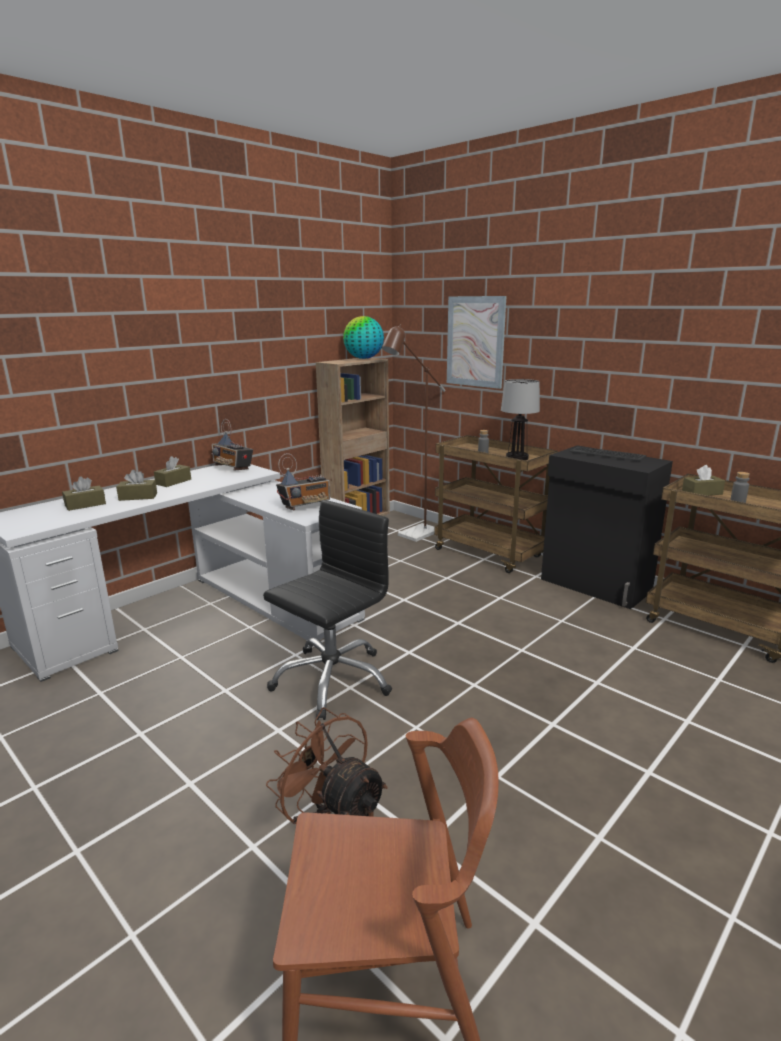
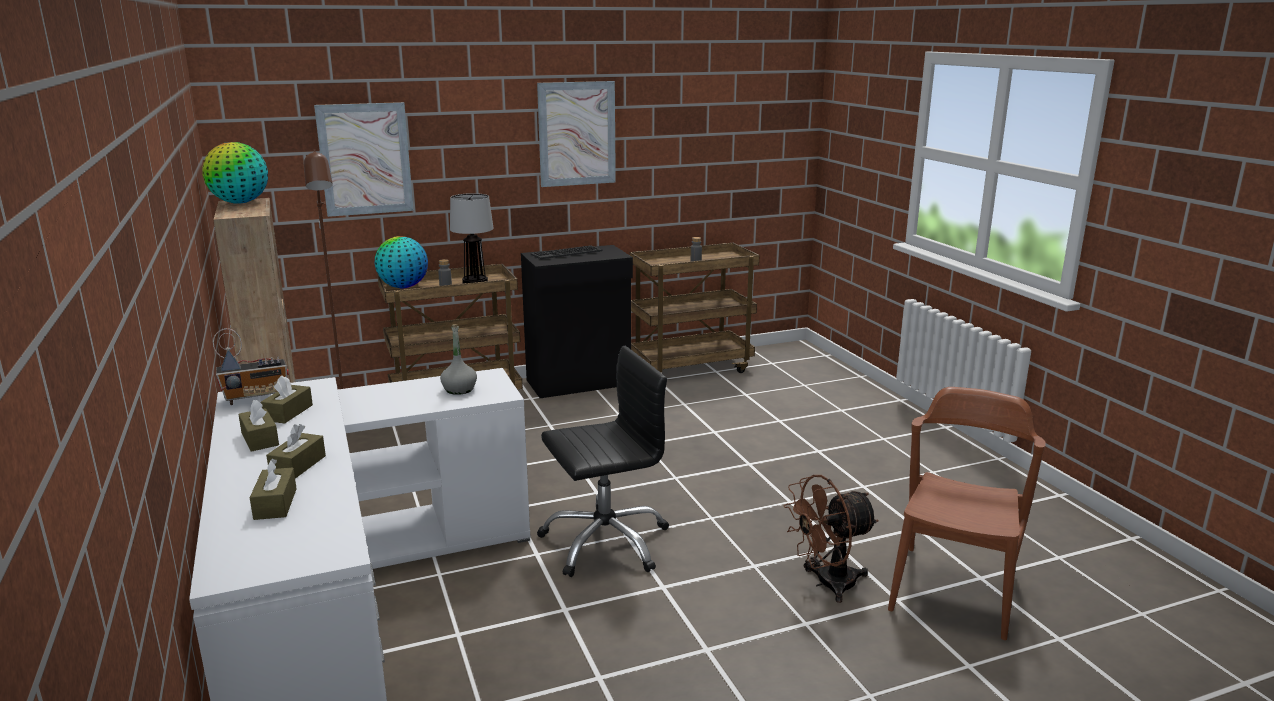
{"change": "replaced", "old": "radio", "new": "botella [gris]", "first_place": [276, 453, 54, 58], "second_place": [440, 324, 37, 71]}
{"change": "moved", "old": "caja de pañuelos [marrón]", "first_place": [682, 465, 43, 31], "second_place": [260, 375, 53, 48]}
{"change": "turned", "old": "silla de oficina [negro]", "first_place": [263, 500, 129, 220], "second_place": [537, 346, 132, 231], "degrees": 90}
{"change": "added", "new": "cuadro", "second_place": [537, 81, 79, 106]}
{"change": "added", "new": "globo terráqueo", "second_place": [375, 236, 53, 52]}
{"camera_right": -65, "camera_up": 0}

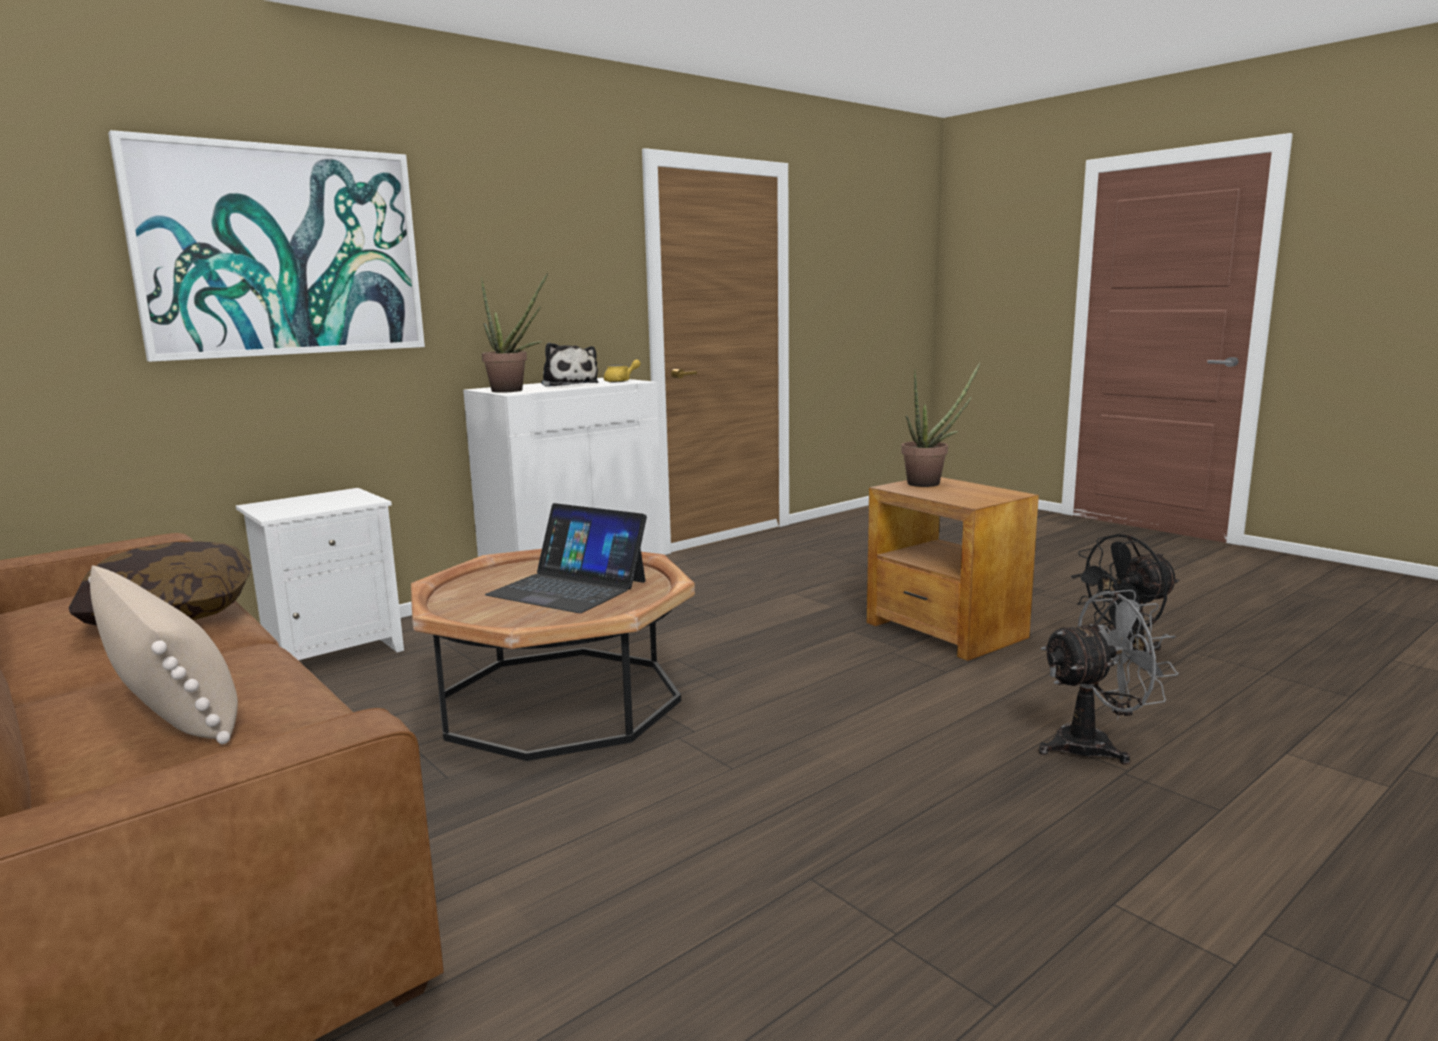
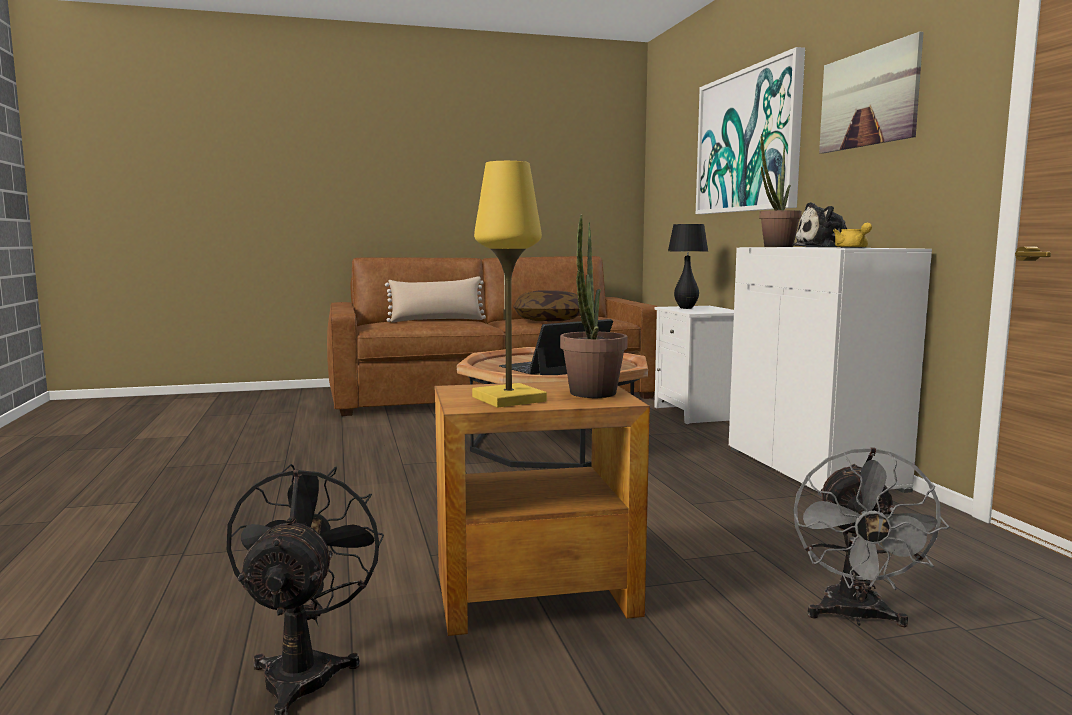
{"change": "moved", "old": "ventilador [gris]", "first_place": [1039, 590, 140, 174], "second_place": [794, 447, 156, 180]}
{"change": "added", "new": "cuadro", "second_place": [819, 32, 105, 122]}
{"change": "added", "new": "lámpara de mesa [amarillo]", "second_place": [472, 161, 75, 247]}
{"change": "added", "new": "lámpara de mesa [negro]", "second_place": [668, 224, 40, 85]}
{"camera_right": 115, "camera_up": -5}

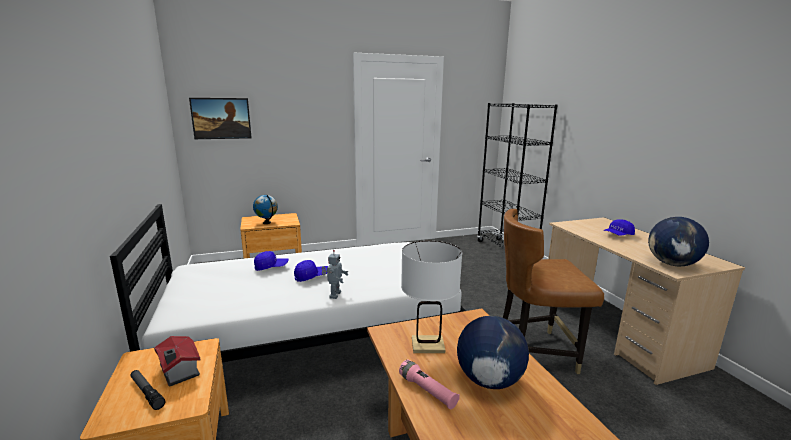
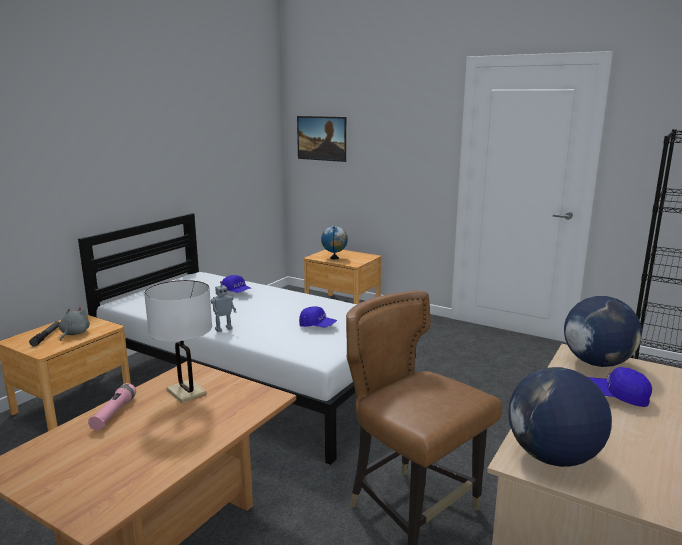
{"change": "moved", "old": "gorra [azul]", "first_place": [294, 260, 34, 22], "second_place": [299, 306, 38, 21]}
{"change": "moved", "old": "globo terráqueo", "first_place": [457, 316, 72, 73], "second_place": [564, 296, 78, 71]}
{"change": "replaced", "old": "casita", "new": "peluche [gris]", "first_place": [154, 336, 47, 51], "second_place": [59, 307, 31, 34]}
{"camera_right": 50, "camera_up": 0}

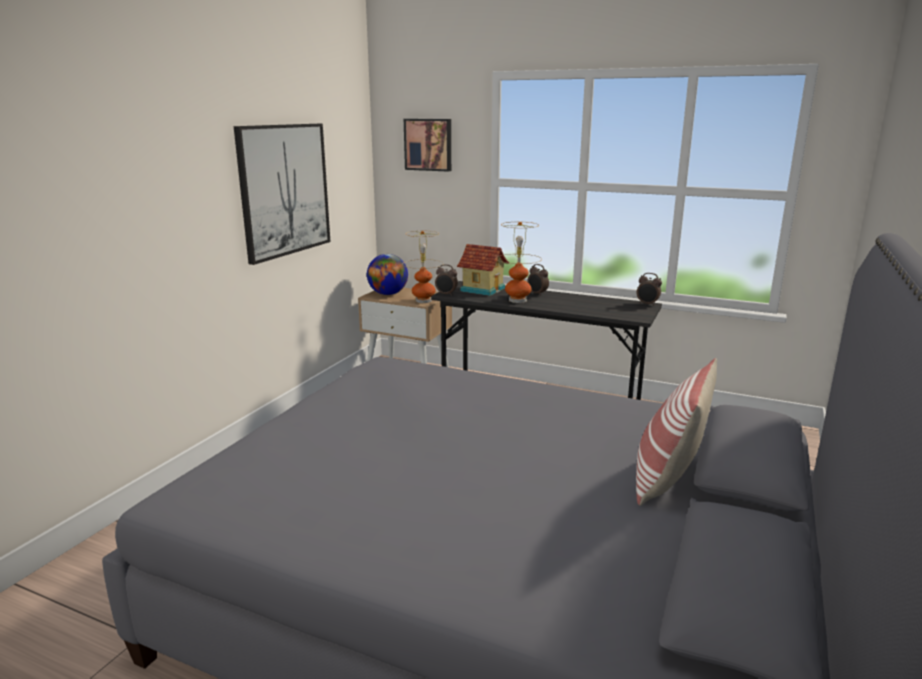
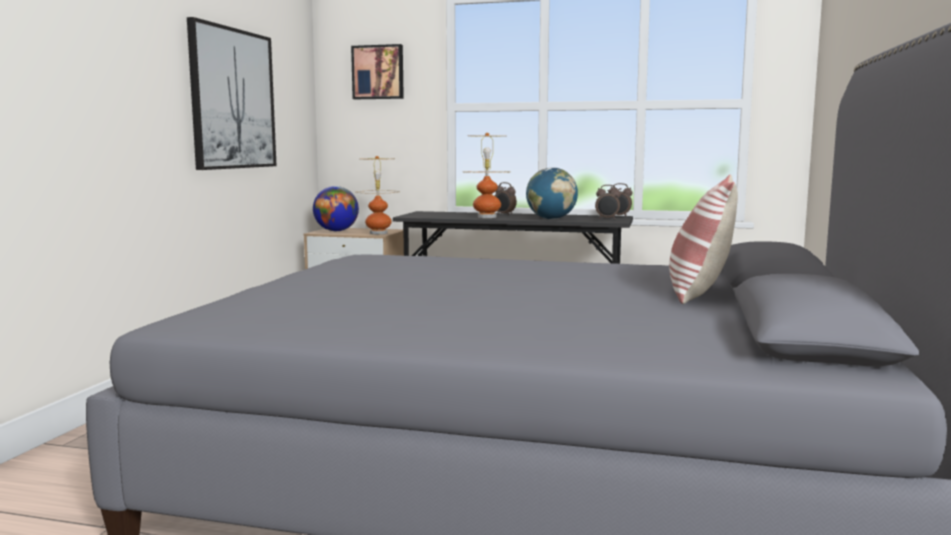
{"change": "removed", "old": "casita", "first_place": [457, 244, 52, 52]}
{"change": "moved", "old": "despertador", "first_place": [435, 264, 23, 32], "second_place": [595, 185, 26, 34]}
{"change": "added", "new": "globo terráqueo", "second_place": [526, 167, 52, 52]}
{"camera_right": -10, "camera_up": -10}

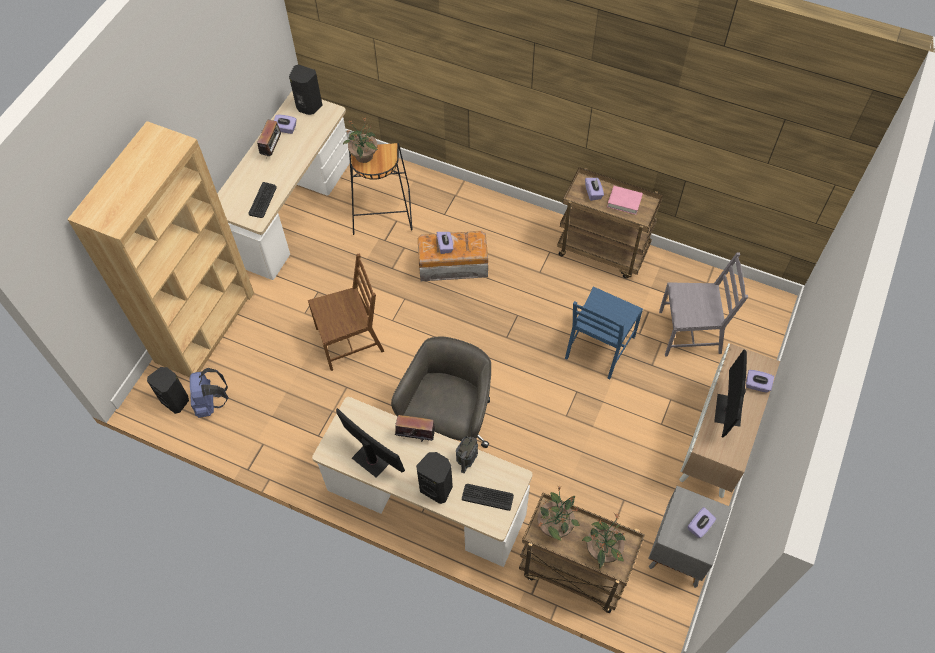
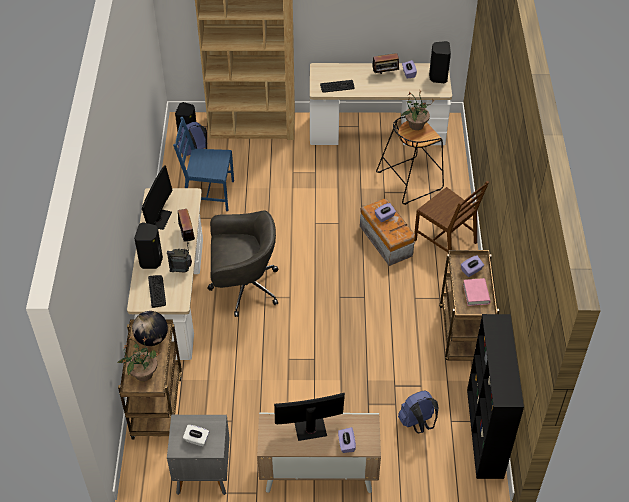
{"change": "replaced", "old": "silla [gris]", "new": "mochila [azul]", "first_place": [659, 252, 89, 104], "second_place": [398, 390, 40, 43]}
{"change": "moved", "old": "silla [marrón]", "first_place": [308, 253, 76, 118], "second_place": [414, 181, 75, 72]}
{"change": "moved", "old": "silla [azul]", "first_place": [565, 287, 78, 93], "second_place": [173, 117, 61, 94]}
{"change": "replaced", "old": "planta en maceta", "new": "globo terráqueo", "first_place": [537, 485, 43, 55], "second_place": [132, 311, 36, 35]}
{"change": "recoloured", "old": "caja de pañuelos [morado]", "new": "caja de pañuelos [blanco]", "first_place": [688, 507, 28, 31], "second_place": [183, 425, 26, 21]}
{"change": "added", "new": "estantería [negro]", "second_place": [467, 314, 57, 165]}
{"camera_right": 65, "camera_up": -10}

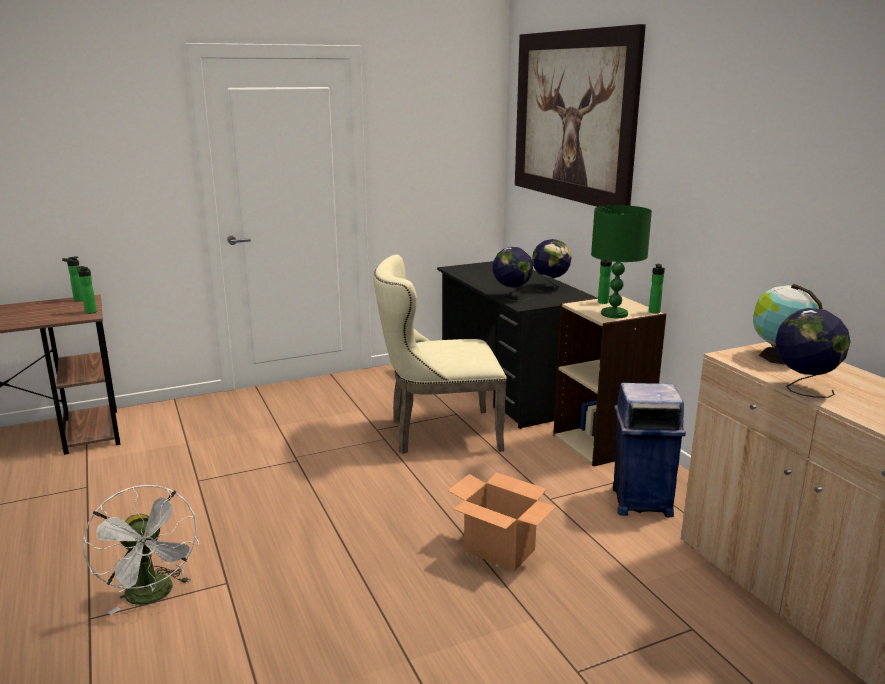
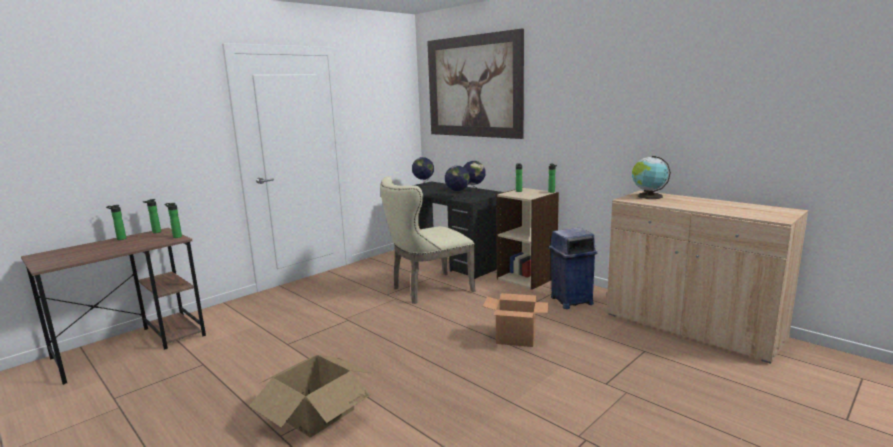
{"change": "removed", "old": "lámpara de mesa [verde]", "first_place": [591, 205, 61, 113]}
{"change": "moved", "old": "globo terráqueo", "first_place": [775, 308, 75, 90], "second_place": [412, 157, 22, 30]}
{"change": "replaced", "old": "ventilador [blanco]", "new": "caja de cartón", "first_place": [83, 485, 116, 130], "second_place": [249, 355, 122, 82]}
{"change": "added", "new": "botella", "second_place": [106, 205, 20, 35]}
{"camera_right": -20, "camera_up": -5}

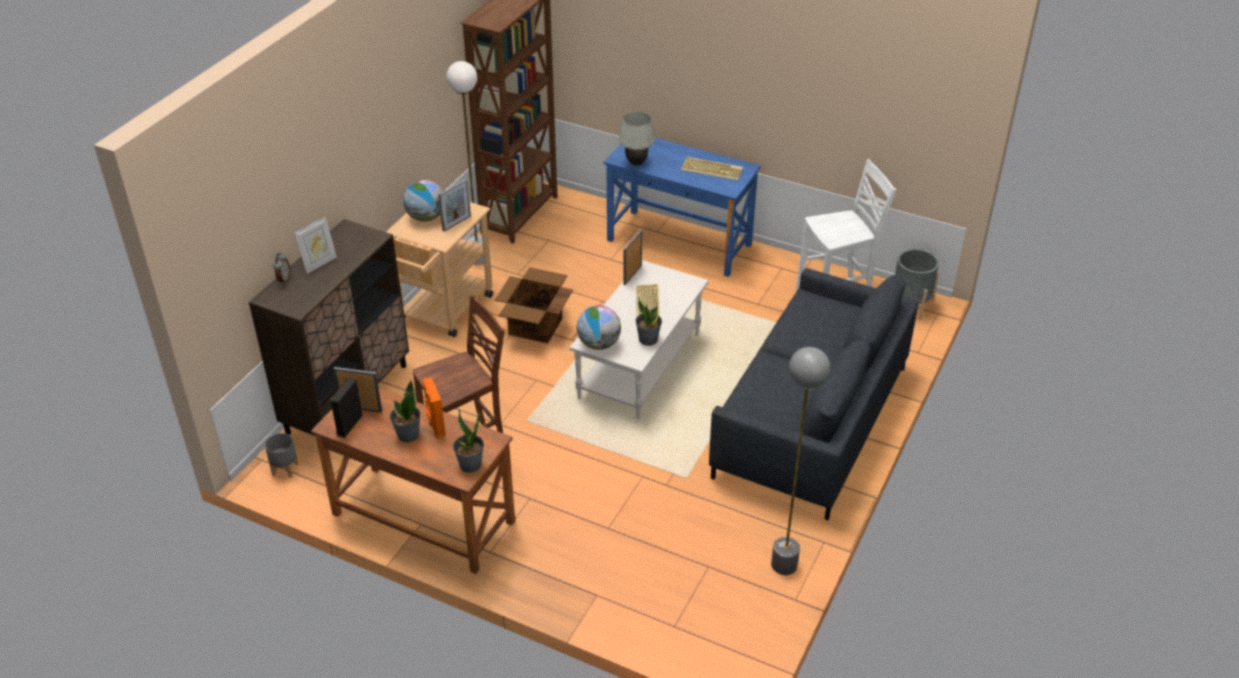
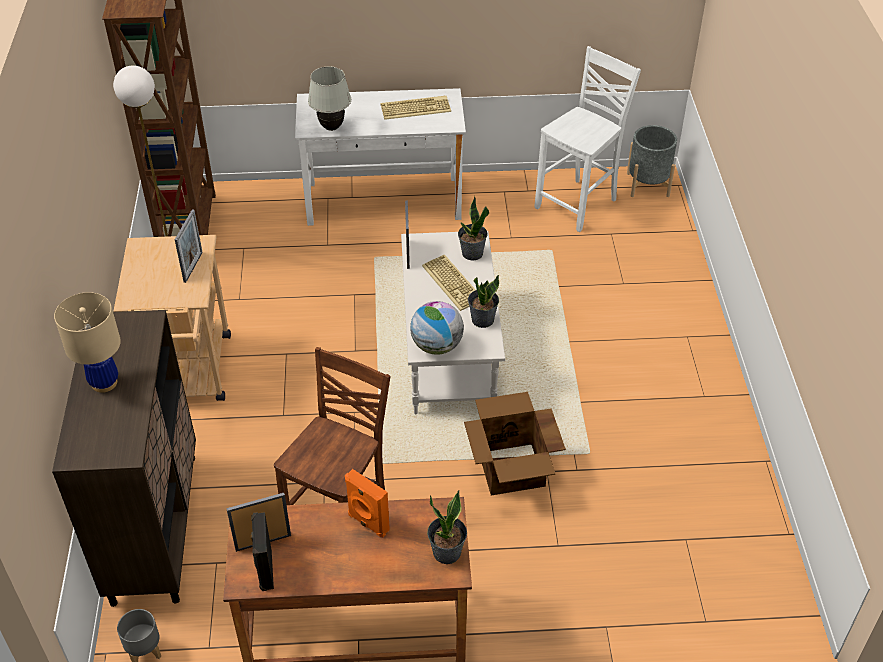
{"change": "recoloured", "old": "escritorio [azul]", "new": "escritorio [blanco]", "first_place": [604, 138, 157, 139], "second_place": [295, 88, 171, 138]}
{"change": "removed", "old": "globo terráqueo", "first_place": [403, 180, 40, 42]}
{"change": "replaced", "old": "portarretratos", "new": "lámpara de mesa [beis]", "first_place": [295, 217, 42, 57], "second_place": [54, 292, 67, 101]}
{"change": "removed", "old": "despertador", "first_place": [273, 253, 17, 32]}
{"change": "moved", "old": "caja de cartón", "first_place": [495, 267, 78, 76], "second_place": [464, 392, 102, 103]}
{"change": "removed", "old": "sofá [gris]", "first_place": [709, 268, 210, 252]}
{"change": "removed", "old": "lámpara de pie [gris]", "first_place": [771, 347, 59, 228]}
{"change": "moved", "old": "planta en maceta", "first_place": [390, 381, 31, 61], "second_place": [458, 196, 31, 64]}
{"camera_right": -30, "camera_up": 5}

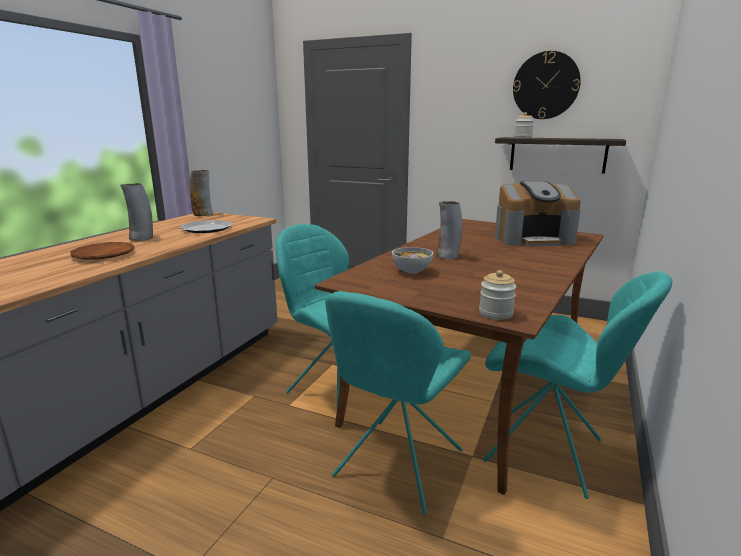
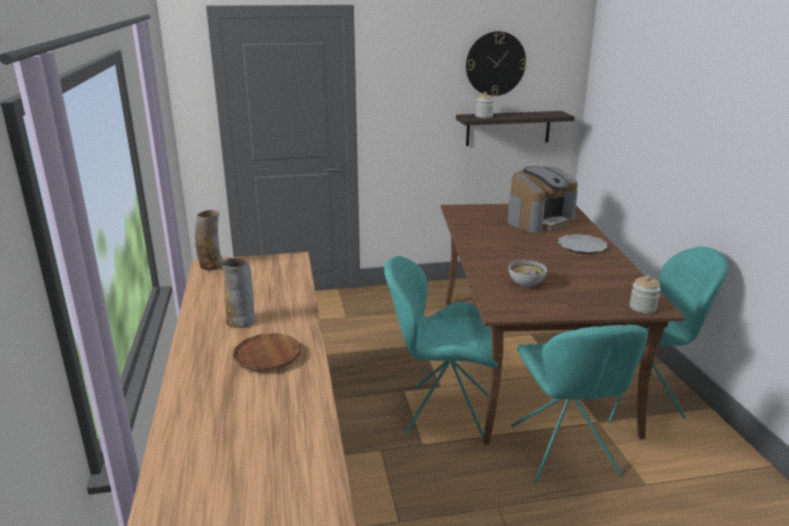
{"change": "removed", "old": "florero", "first_place": [436, 201, 26, 58]}
{"change": "moved", "old": "plato", "first_place": [180, 220, 53, 13], "second_place": [558, 234, 50, 20]}
{"camera_right": -35, "camera_up": 5}

